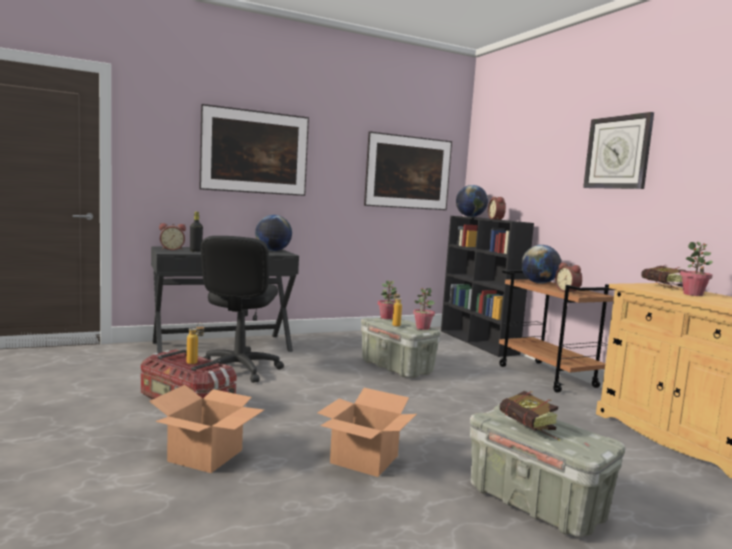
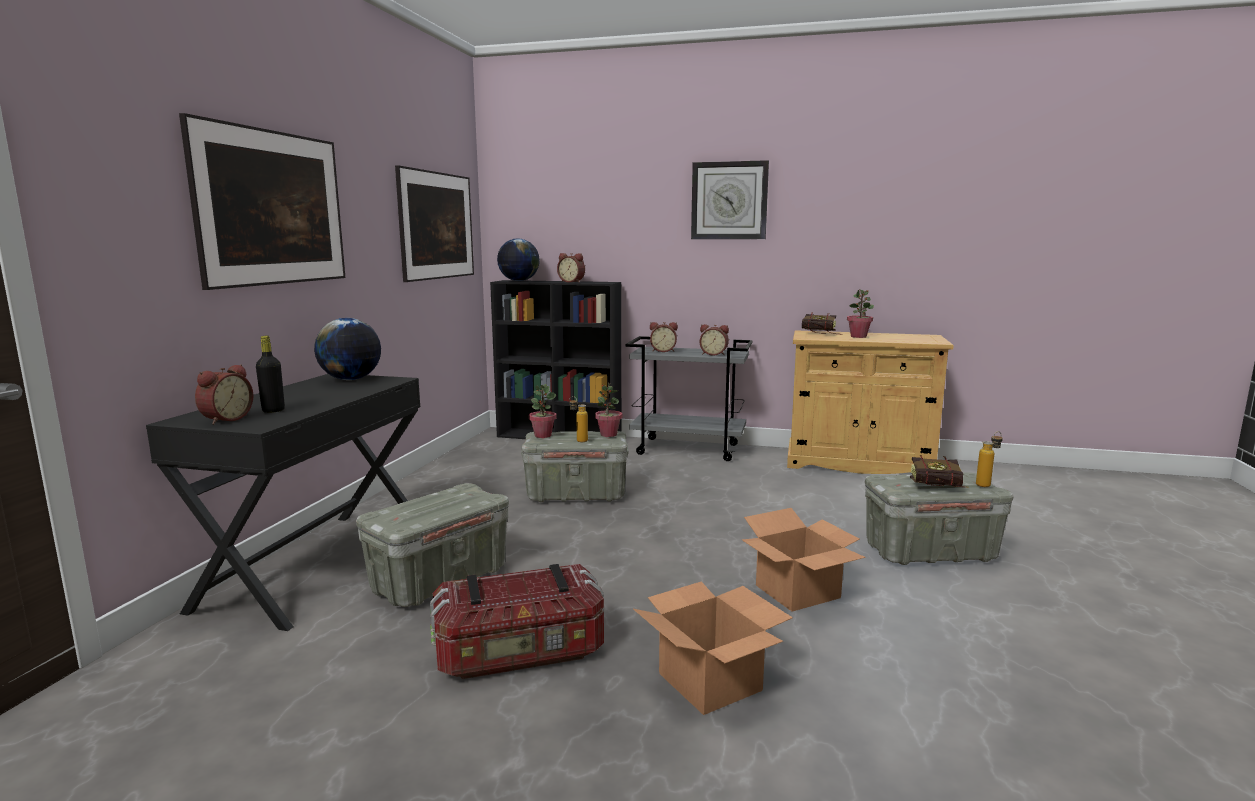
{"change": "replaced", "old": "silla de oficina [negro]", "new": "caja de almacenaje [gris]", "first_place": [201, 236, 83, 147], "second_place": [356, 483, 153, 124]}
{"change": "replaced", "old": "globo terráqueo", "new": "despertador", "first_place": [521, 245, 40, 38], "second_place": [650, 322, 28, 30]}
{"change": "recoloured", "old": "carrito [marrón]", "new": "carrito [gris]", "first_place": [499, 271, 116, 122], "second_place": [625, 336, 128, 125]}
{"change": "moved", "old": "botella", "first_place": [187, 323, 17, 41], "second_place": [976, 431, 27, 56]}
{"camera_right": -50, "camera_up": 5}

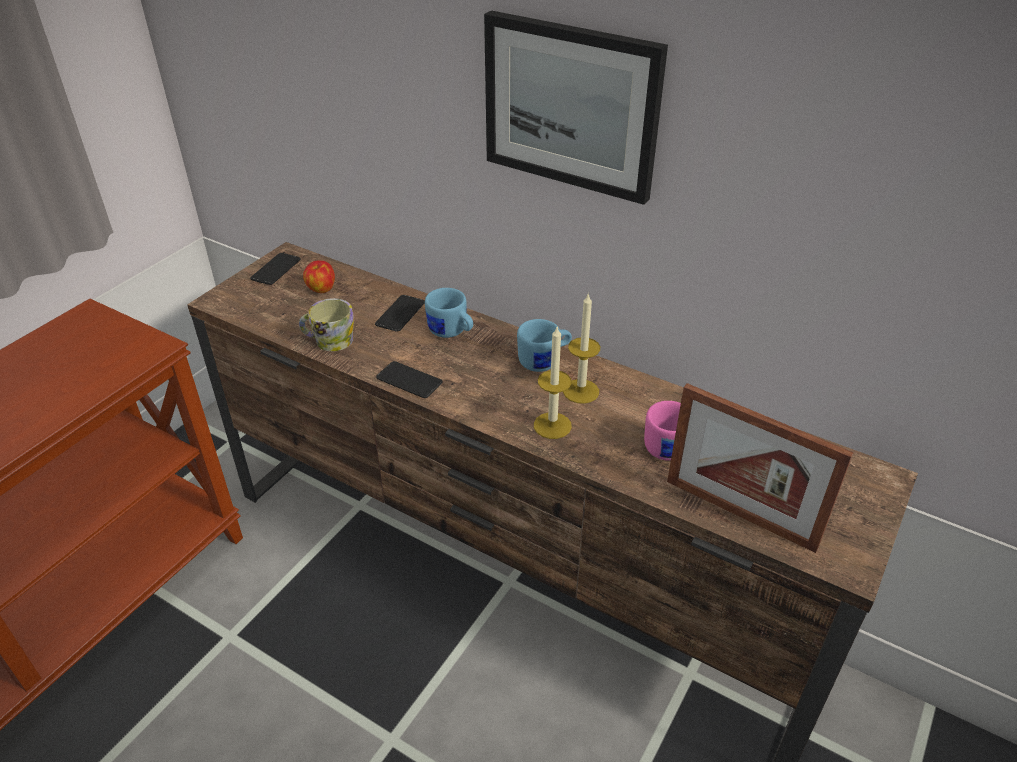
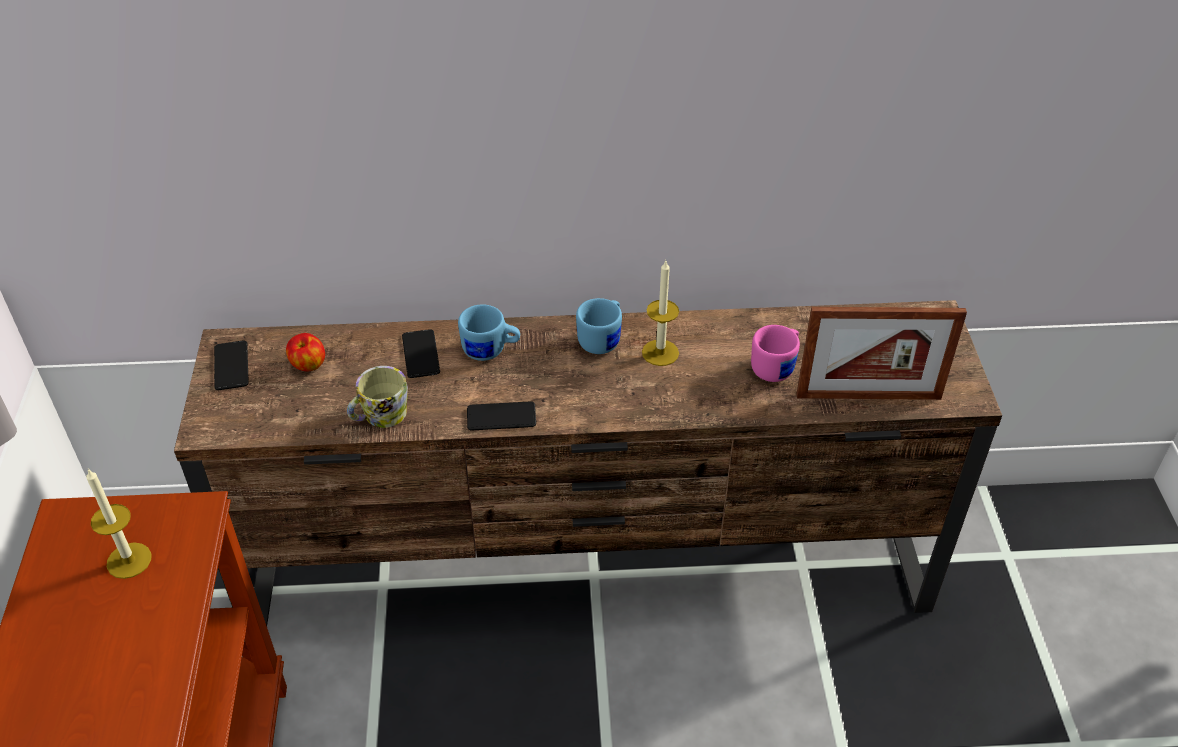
{"change": "removed", "old": "cuadro", "first_place": [484, 10, 184, 195]}
{"change": "moved", "old": "vela", "first_place": [534, 325, 38, 114], "second_place": [86, 469, 65, 110]}
{"camera_right": -35, "camera_up": 5}

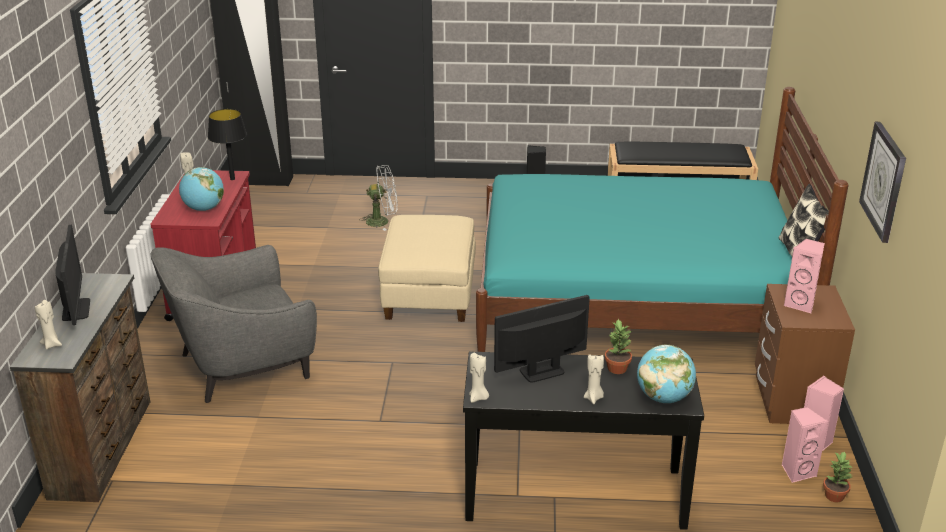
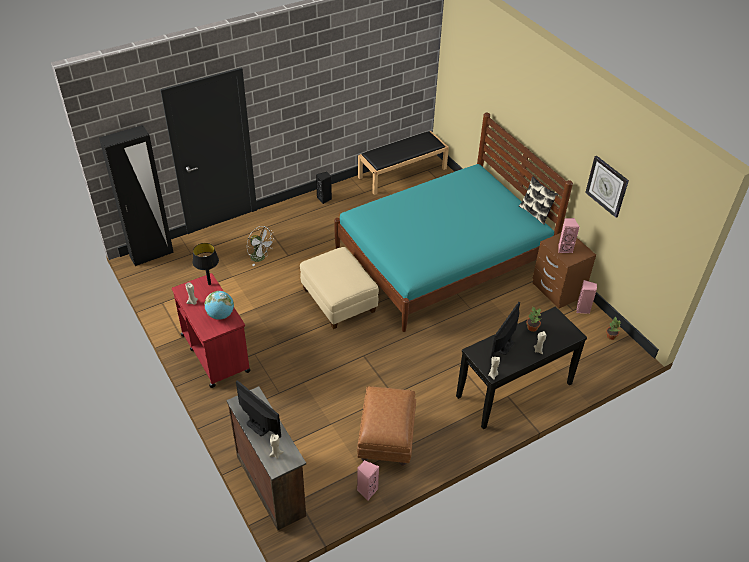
{"change": "turned", "old": "ventilador [blanco]", "first_place": [359, 165, 39, 66], "second_place": [247, 226, 28, 40], "degrees": 75}
{"change": "removed", "old": "sillón [gris]", "first_place": [151, 245, 166, 158]}
{"change": "removed", "old": "globo terráqueo", "first_place": [637, 345, 59, 58]}
{"change": "moved", "old": "altavoz [rosa]", "first_place": [781, 407, 48, 76], "second_place": [357, 460, 22, 41]}
{"change": "added", "new": "puf [marrón]", "second_place": [357, 386, 59, 80]}
{"camera_right": -35, "camera_up": 15}

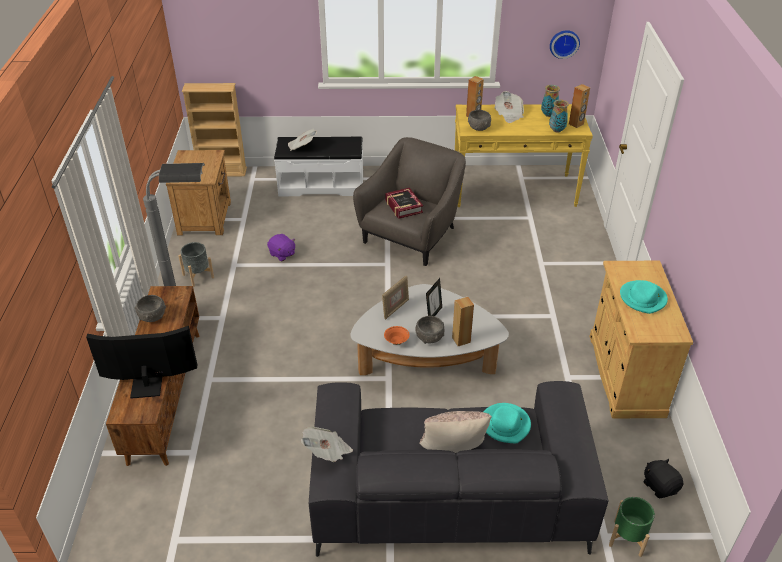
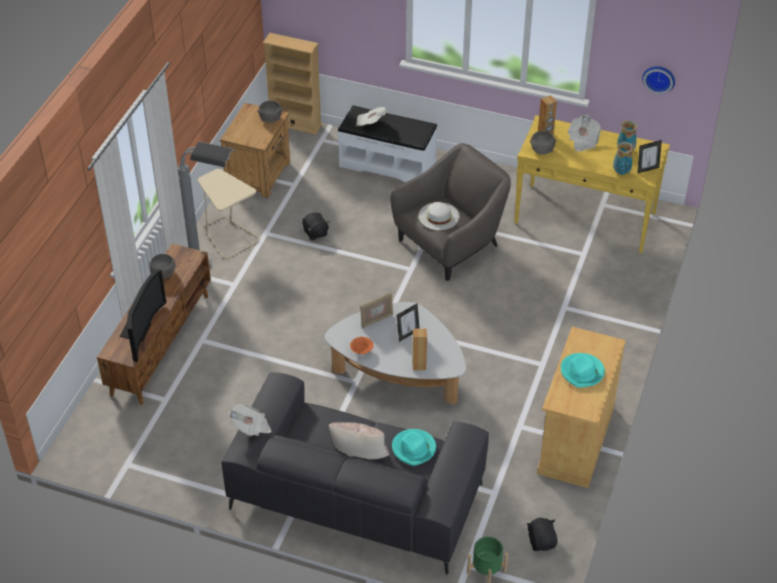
{"change": "replaced", "old": "altavoz [marrón]", "new": "portarretratos", "first_place": [569, 84, 21, 44], "second_place": [637, 140, 25, 34]}
{"change": "replaced", "old": "libro", "new": "sombrero [blanco]", "first_place": [385, 188, 38, 31], "second_place": [418, 202, 42, 28]}
{"change": "recoloured", "old": "peluche [morado]", "new": "peluche [negro]", "first_place": [267, 234, 28, 27], "second_place": [302, 213, 27, 28]}
{"change": "replaced", "old": "maceta [gris]", "new": "mesa auxiliar [beis]", "first_place": [178, 242, 36, 45], "second_place": [198, 169, 62, 90]}
{"change": "moved", "old": "cuenco [gris]", "first_place": [415, 316, 29, 28], "second_place": [258, 101, 25, 22]}
{"change": "turned", "old": "televisor", "first_place": [86, 326, 111, 73], "second_place": [120, 269, 46, 93], "degrees": 90}
{"camera_right": 20, "camera_up": 5}

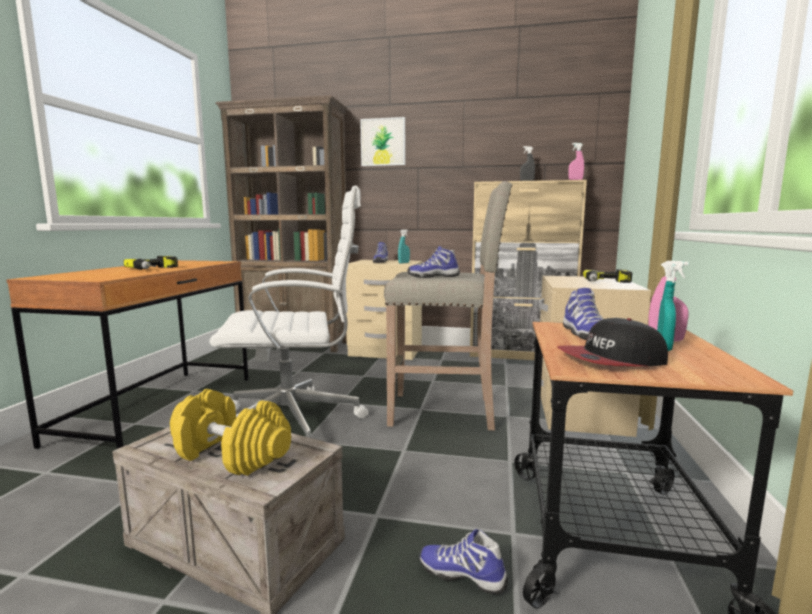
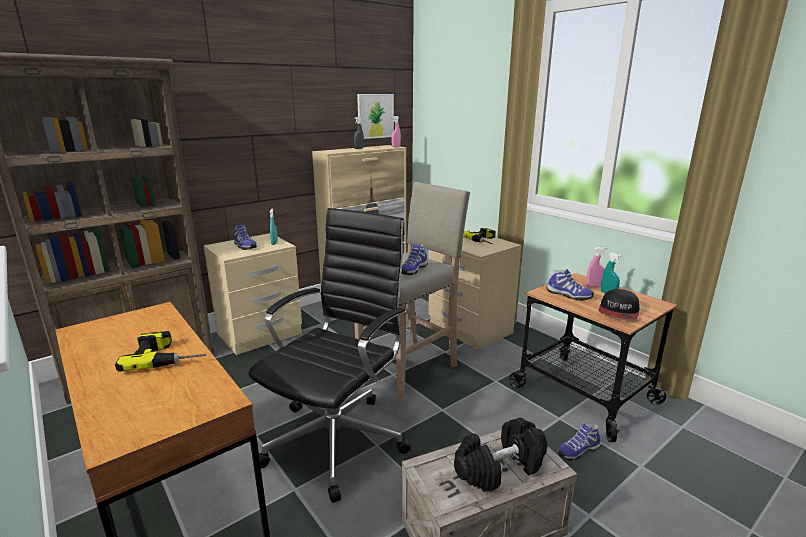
{"change": "moved", "old": "cuadro", "first_place": [360, 117, 45, 49], "second_place": [357, 94, 37, 45]}
{"change": "recoloured", "old": "silla de oficina [blanco]", "new": "silla de oficina [negro]", "first_place": [209, 186, 159, 252], "second_place": [249, 208, 162, 295]}
{"change": "recoloured", "old": "mancuerna [amarillo]", "new": "mancuerna [negro]", "first_place": [170, 389, 121, 87], "second_place": [454, 418, 93, 74]}
{"camera_right": -50, "camera_up": 10}

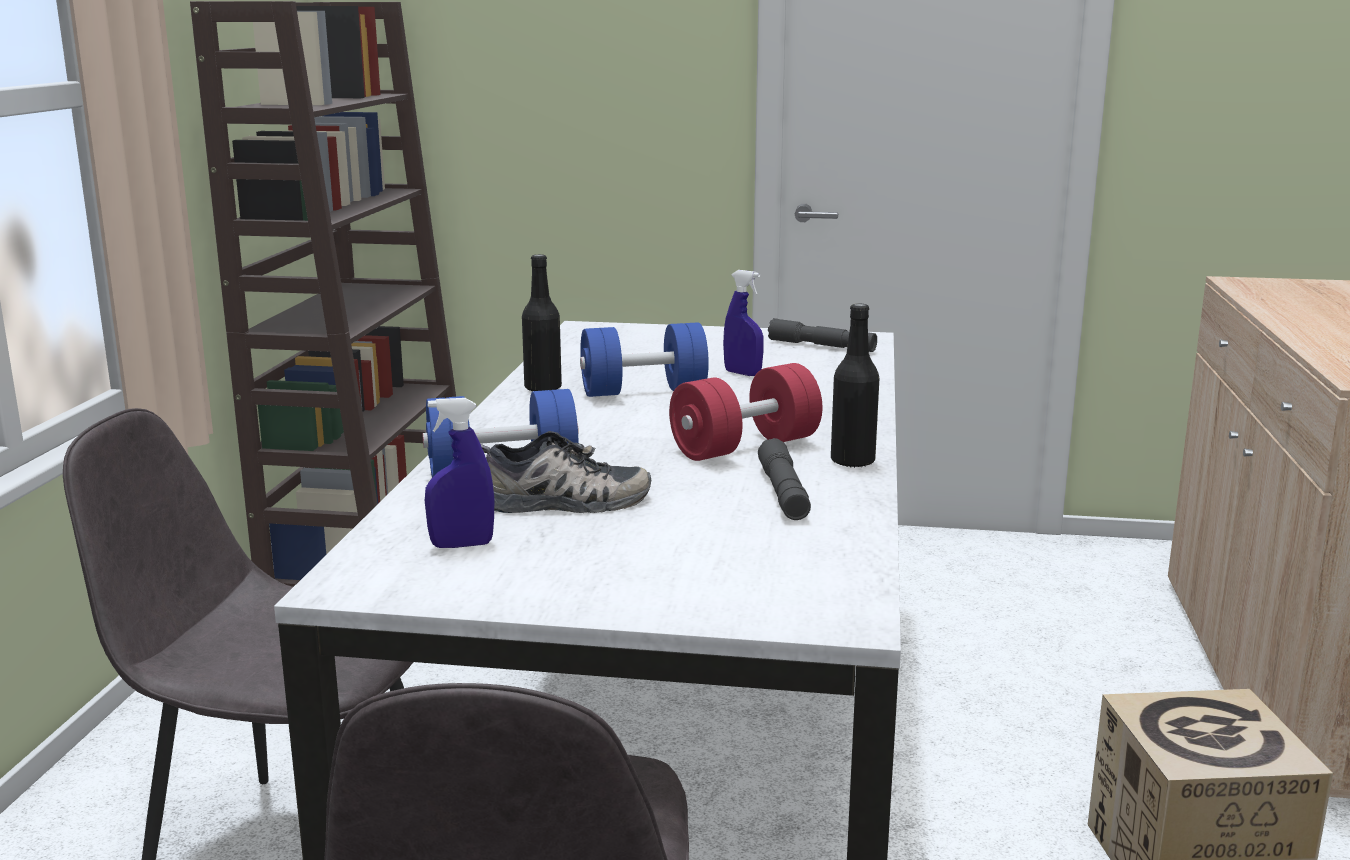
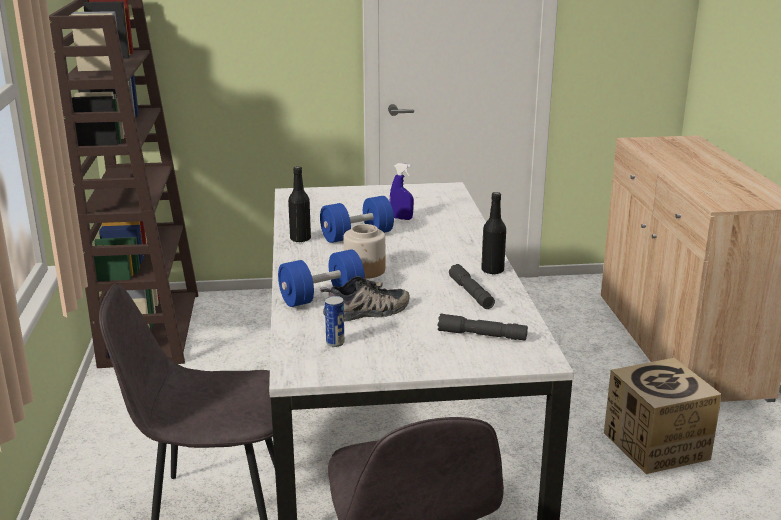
{"change": "moved", "old": "linterna [gris]", "first_place": [768, 318, 109, 34], "second_place": [438, 313, 90, 28]}
{"change": "removed", "old": "mancuerna [rojo]", "first_place": [669, 363, 153, 98]}
{"change": "replaced", "old": "pulverizador [azul]", "new": "lata", "first_place": [425, 398, 69, 150], "second_place": [325, 296, 20, 51]}
{"change": "added", "new": "tarro", "second_place": [344, 224, 41, 55]}
{"camera_right": -15, "camera_up": 5}

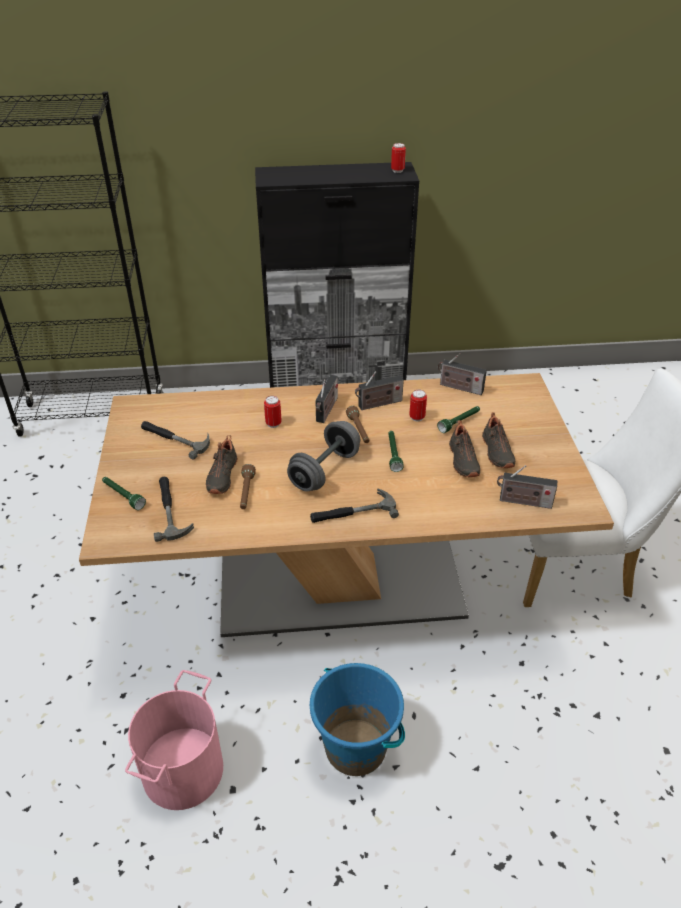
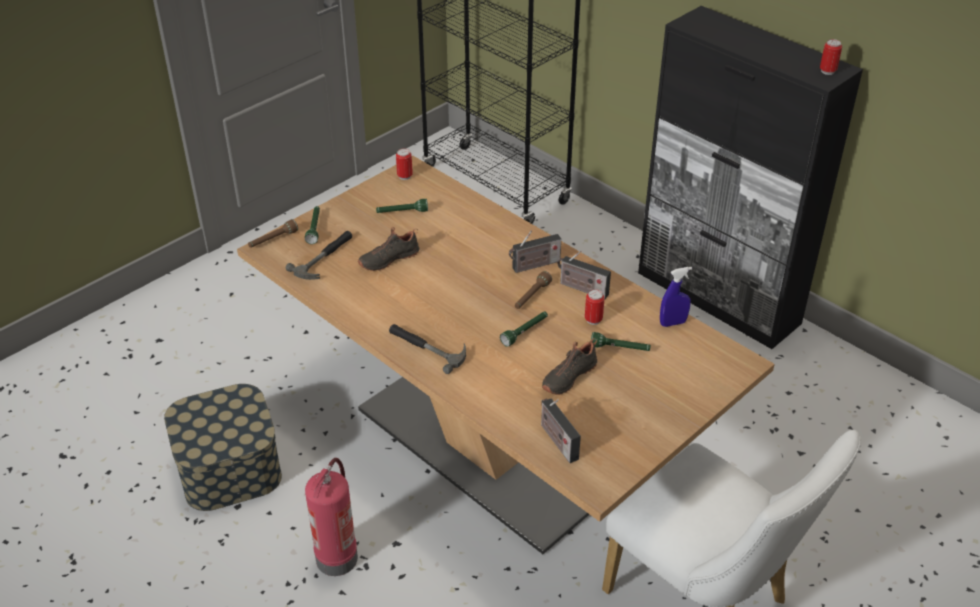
{"change": "replaced", "old": "radio", "new": "pulverizador [azul]", "first_place": [438, 353, 49, 42], "second_place": [660, 267, 32, 60]}
{"change": "moved", "old": "lata", "first_place": [264, 396, 18, 32], "second_place": [396, 148, 17, 32]}
{"change": "removed", "old": "zapato [negro]", "first_place": [482, 412, 33, 56]}
{"change": "replaced", "old": "martillo", "new": "linterna [verde]", "first_place": [141, 421, 69, 38], "second_place": [376, 199, 52, 14]}
{"change": "removed", "old": "mancuerna [gris]", "first_place": [287, 421, 73, 71]}
{"change": "moved", "old": "linterna [marrón]", "first_place": [240, 464, 16, 45], "second_place": [248, 219, 50, 29]}
{"change": "replaced", "old": "cubo [azul]", "new": "extintor", "first_place": [310, 663, 95, 113], "second_place": [305, 458, 53, 118]}
{"change": "replaced", "old": "cubo [rosa]", "new": "caja de almacenaje", "first_place": [125, 670, 98, 140], "second_place": [164, 384, 118, 127]}
{"camera_right": 50, "camera_up": 0}

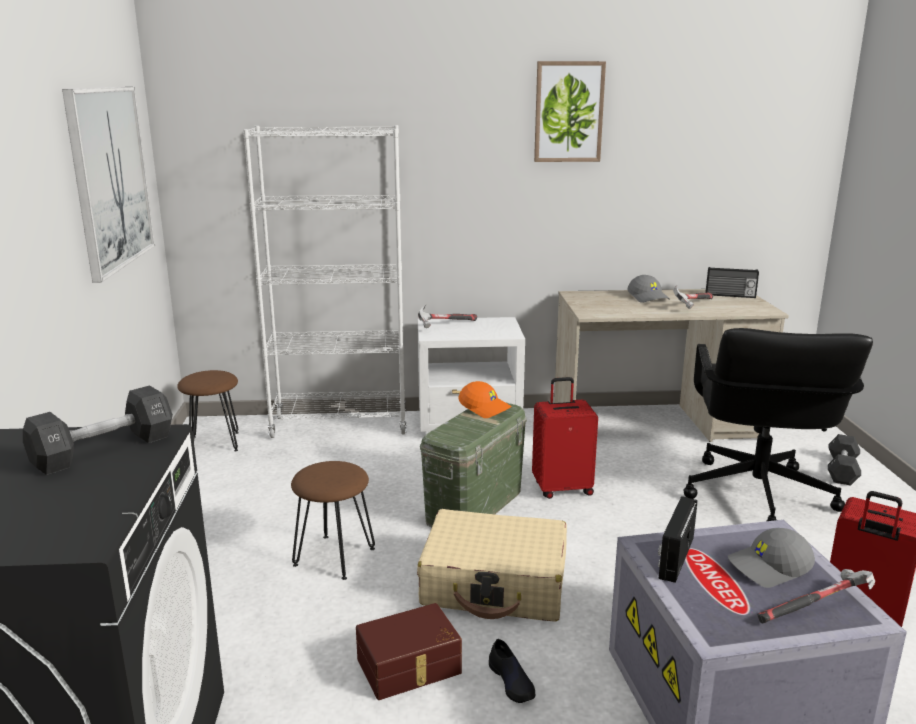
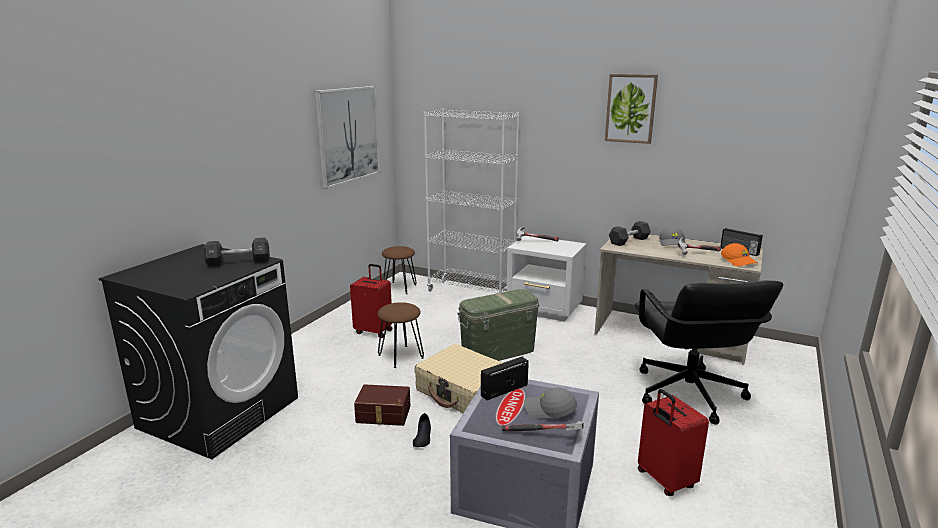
{"change": "turned", "old": "silla de oficina [negro]", "first_place": [683, 328, 190, 193], "second_place": [635, 280, 148, 145], "degrees": -45}
{"change": "moved", "old": "maleta [rojo]", "first_place": [532, 377, 66, 122], "second_place": [350, 264, 43, 74]}
{"change": "moved", "old": "gorra [naranja]", "first_place": [458, 381, 53, 37], "second_place": [721, 243, 37, 24]}
{"change": "moved", "old": "mancuerna [negro]", "first_place": [828, 434, 33, 52], "second_place": [609, 221, 42, 25]}
{"camera_right": 30, "camera_up": 0}

